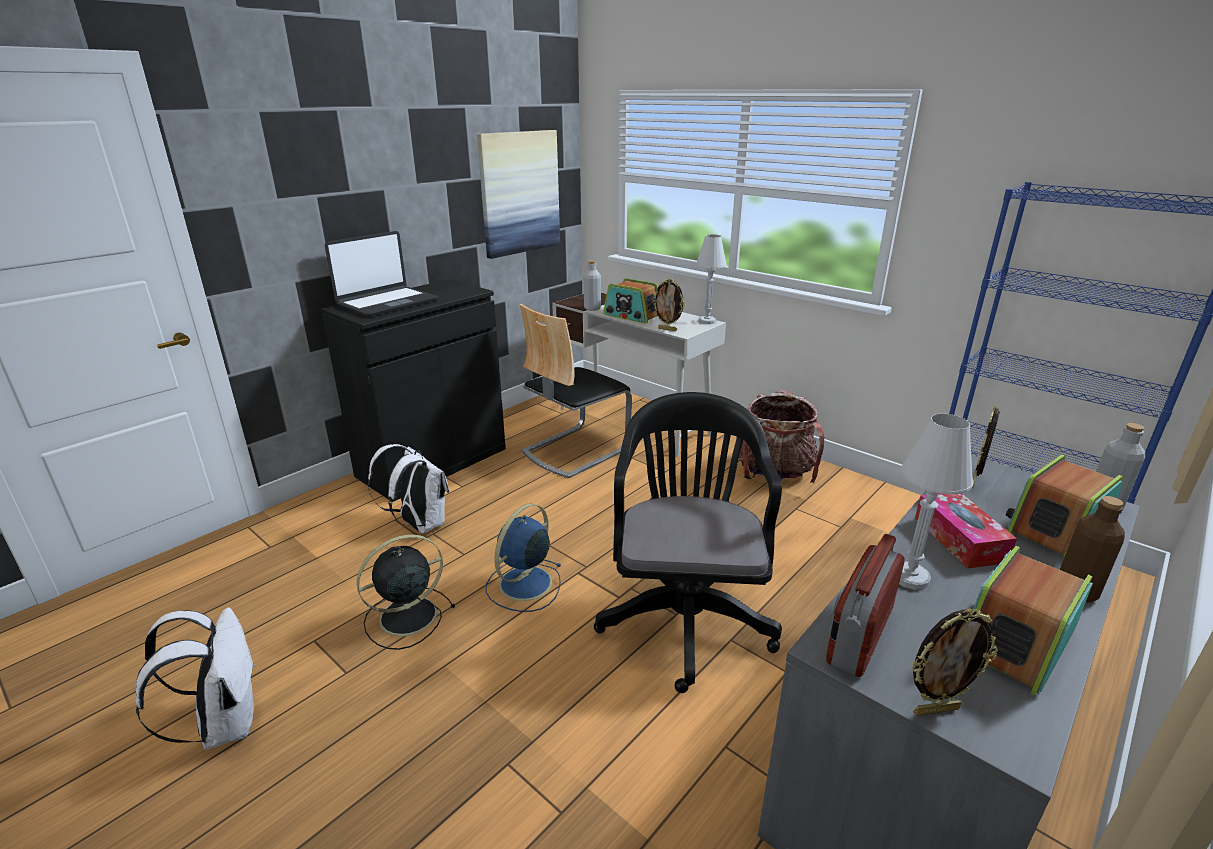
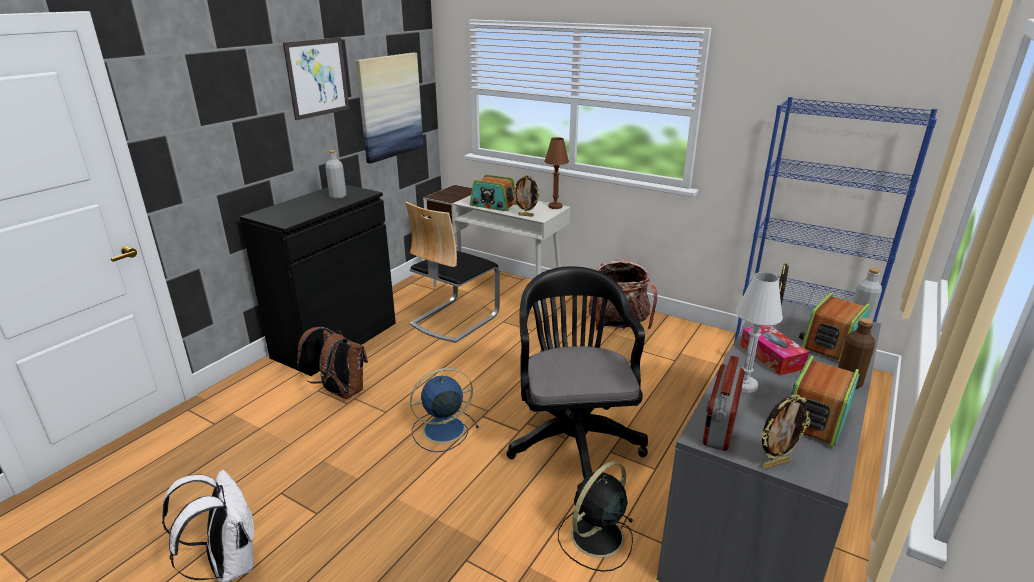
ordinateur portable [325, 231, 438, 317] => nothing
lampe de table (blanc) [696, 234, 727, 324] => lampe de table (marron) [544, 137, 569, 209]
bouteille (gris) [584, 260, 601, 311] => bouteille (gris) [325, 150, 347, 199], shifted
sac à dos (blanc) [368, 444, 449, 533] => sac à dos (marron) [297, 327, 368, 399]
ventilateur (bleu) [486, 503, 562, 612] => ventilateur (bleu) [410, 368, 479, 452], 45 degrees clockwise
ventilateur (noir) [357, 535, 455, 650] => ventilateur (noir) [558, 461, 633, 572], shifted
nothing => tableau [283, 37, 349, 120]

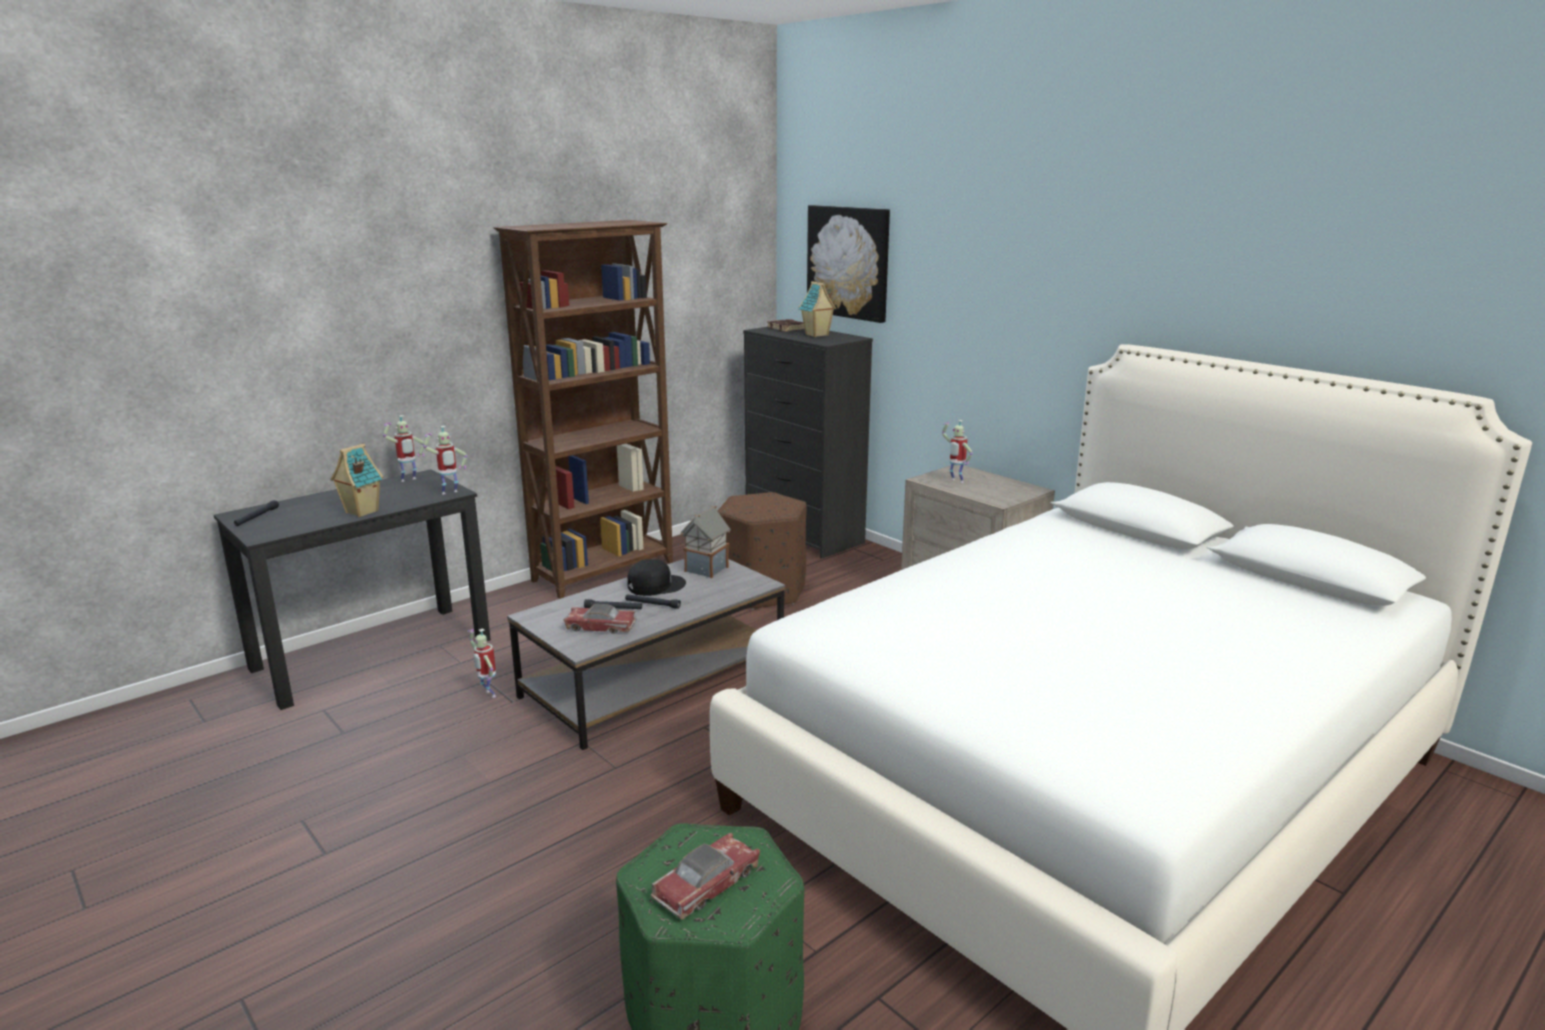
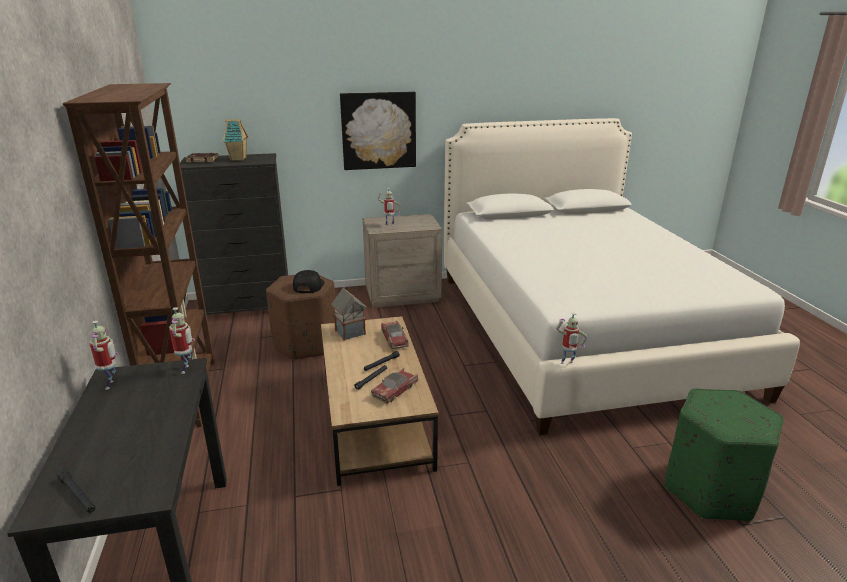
tableau [807, 205, 890, 323] => tableau [340, 91, 416, 170], shifted
maison miniature [330, 444, 383, 517] => nothing
table basse (gris) [507, 559, 785, 750] => table basse (marron) [321, 316, 439, 486]
casquette (noir) [627, 559, 686, 596] => casquette (noir) [293, 270, 325, 293], shifted
robot jouet [467, 628, 496, 698] => robot jouet [556, 313, 587, 364], shifted
petite voiture [651, 833, 760, 919] => petite voiture [381, 320, 409, 349], shifted

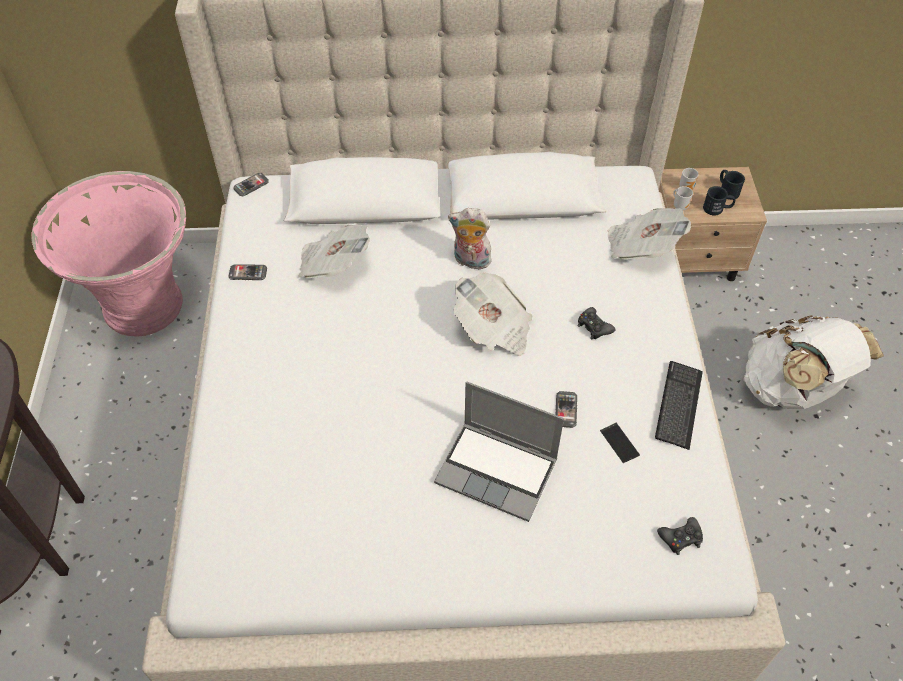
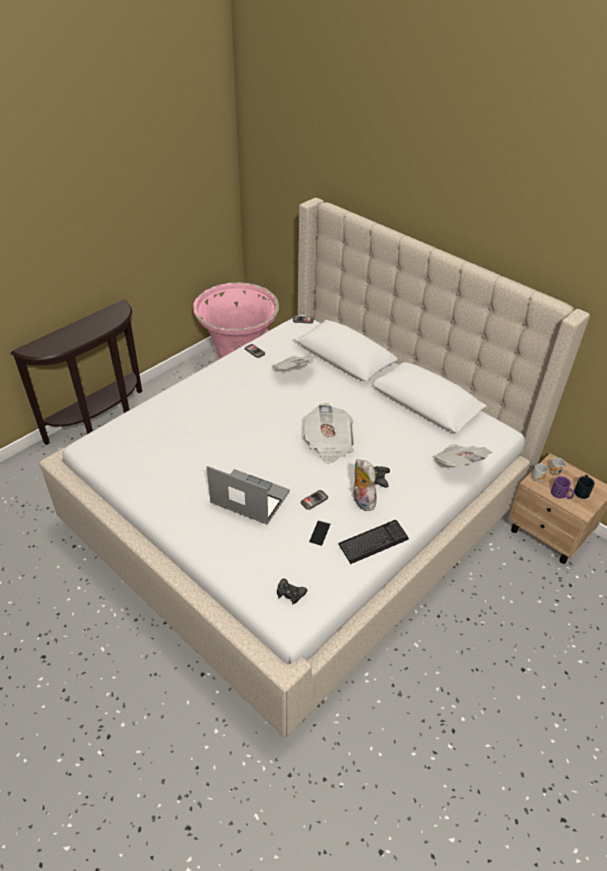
mug (noir) [703, 186, 735, 216] => mug (violet) [551, 476, 574, 499]
peluche [448, 208, 491, 269] => peluche [353, 459, 377, 511], shifted
sac à dos (blanc) [743, 315, 884, 409] => nothing
ordinateur portable [434, 382, 564, 522] => ordinateur portable [206, 466, 290, 525], 135 degrees clockwise

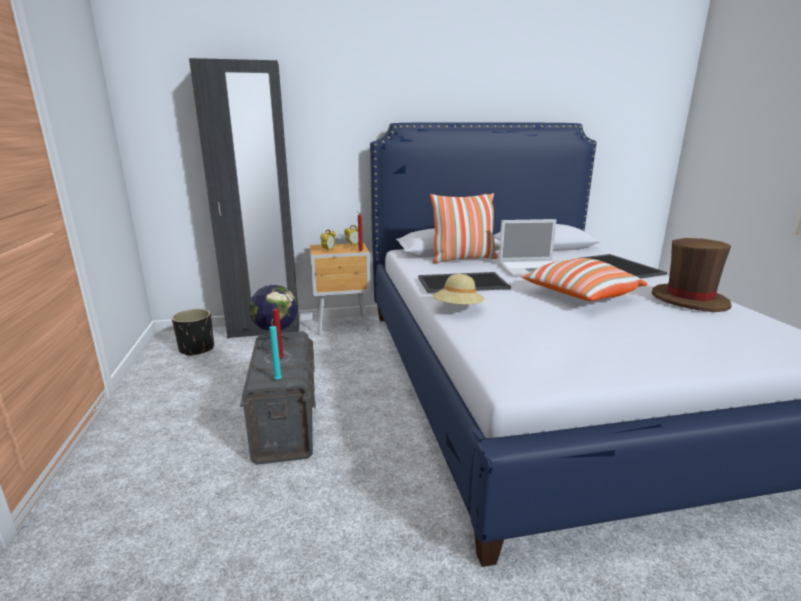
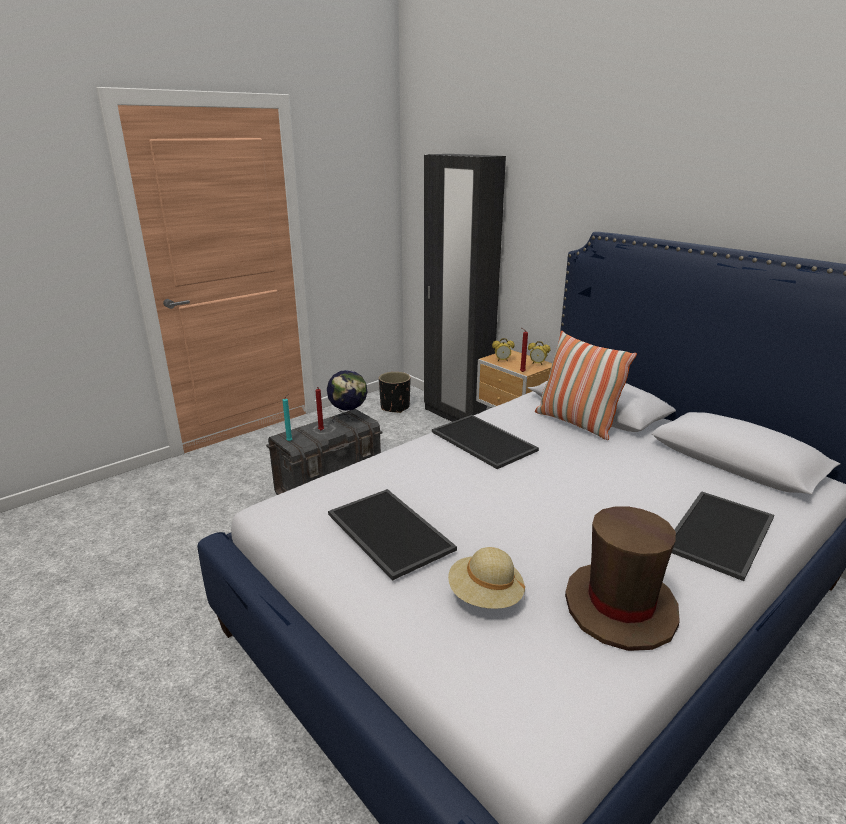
ordinateur portable [498, 219, 557, 277] => nothing
coussin [521, 258, 648, 301] => nothing
chapeau (beige) [433, 274, 484, 305] => chapeau (beige) [448, 547, 525, 609], shifted
nothing => plateau [328, 489, 457, 580]

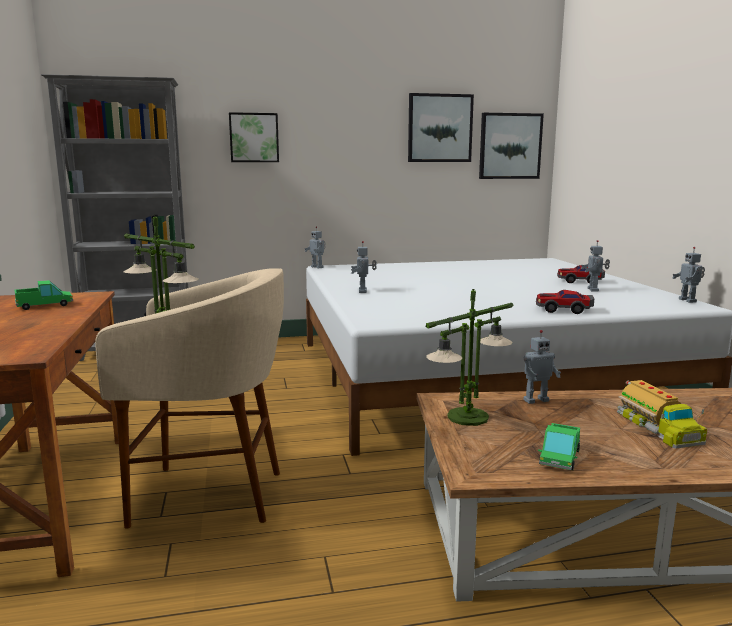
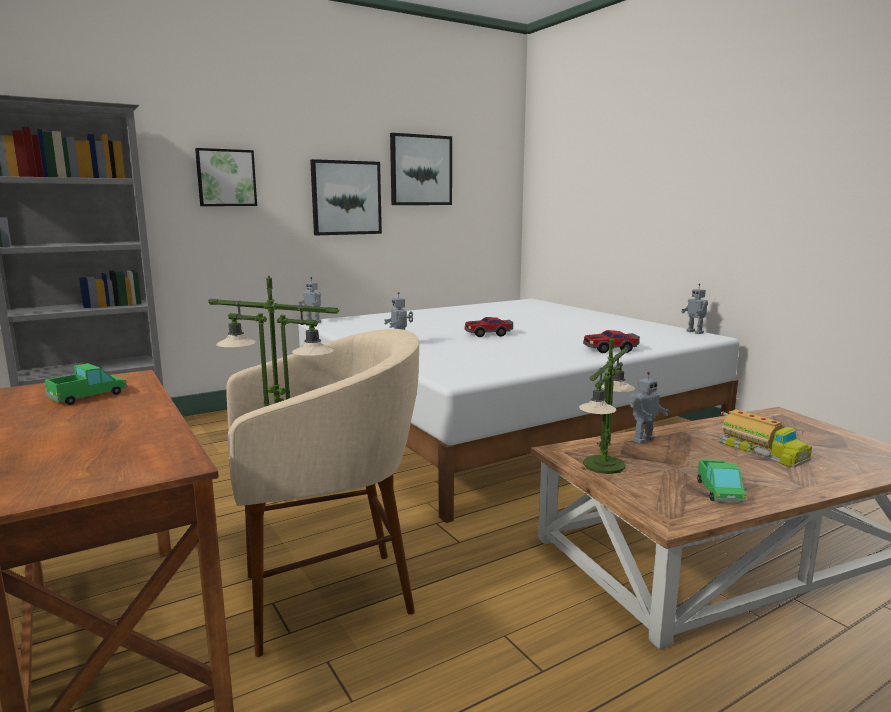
tableau [479, 113, 544, 179] => tableau [310, 159, 382, 235], shifted
robot jouet [581, 240, 610, 292] => nothing
petite voiture [557, 265, 605, 284] => petite voiture [465, 317, 513, 337], shifted

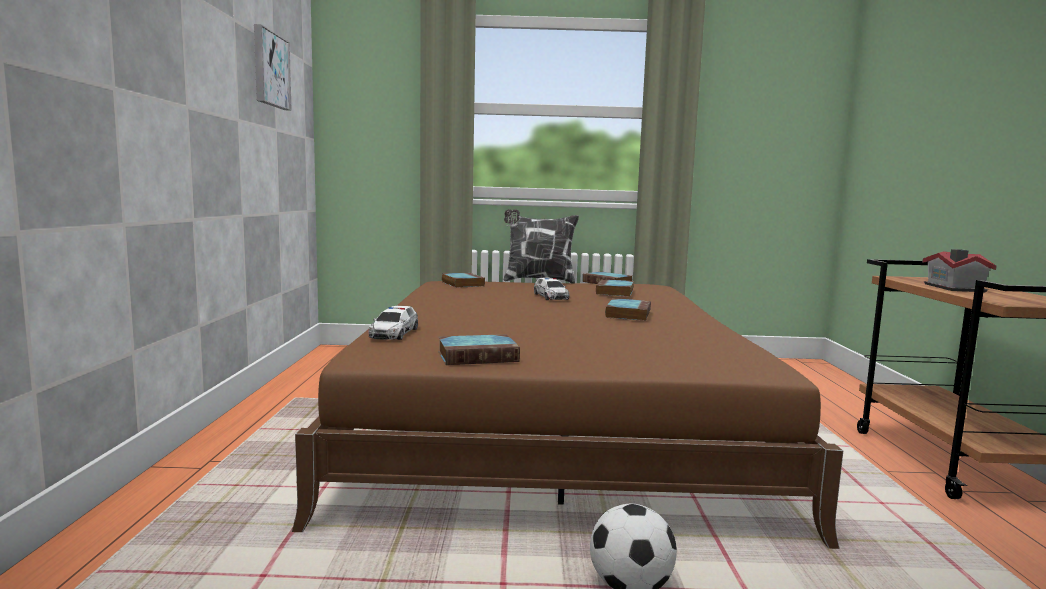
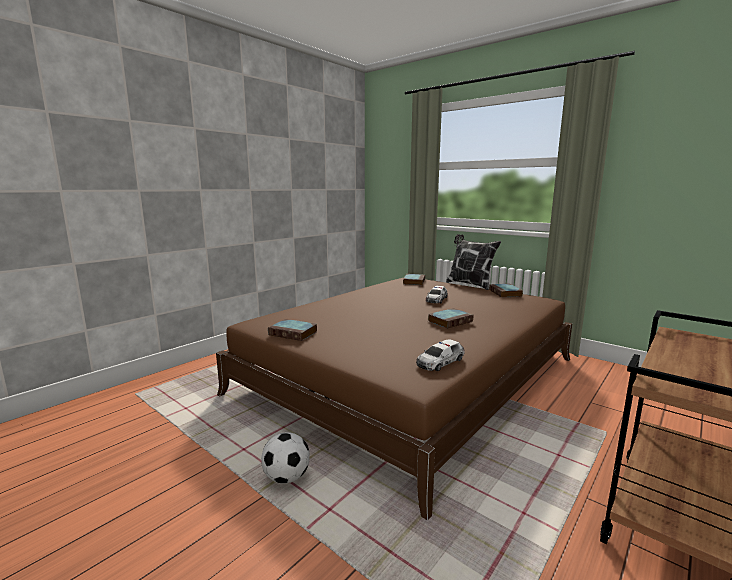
tableau [254, 24, 292, 111] => nothing
maison miniature [922, 249, 997, 292] => nothing
livre [596, 279, 634, 297] => nothing
petite voiture [368, 306, 418, 340] => petite voiture [416, 339, 464, 371], shifted

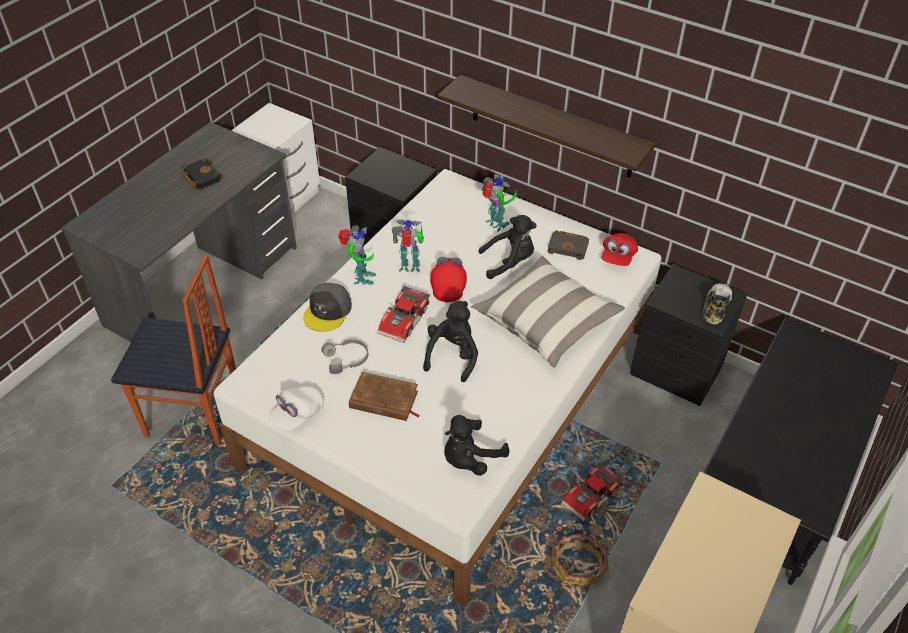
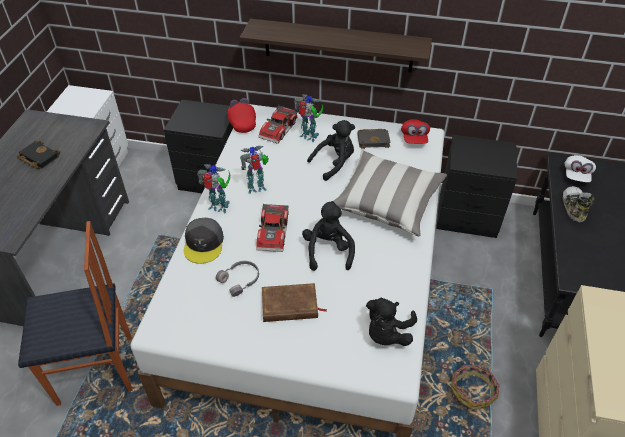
robot jouet [338, 225, 376, 285] => robot jouet [197, 164, 230, 213], 60 degrees counterclockwise
casquette (rouge) [430, 257, 467, 302] => casquette (rouge) [228, 98, 256, 133], shifted
chaussure [703, 283, 732, 324] => chaussure [562, 186, 595, 222], shifted
casquette (blanc) [269, 386, 324, 430] => casquette (blanc) [564, 155, 596, 182], shifted
petite voiture [561, 462, 623, 521] => petite voiture [258, 105, 297, 144], shifted

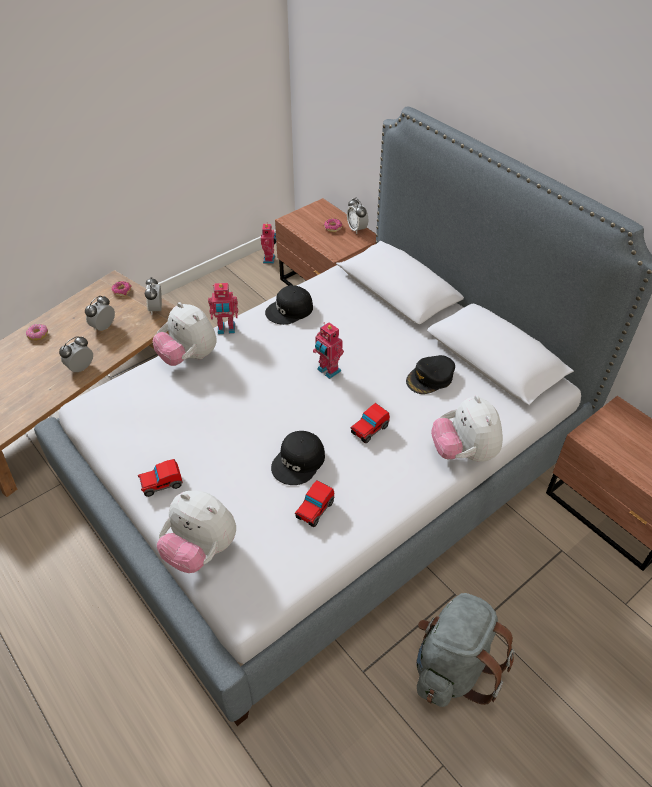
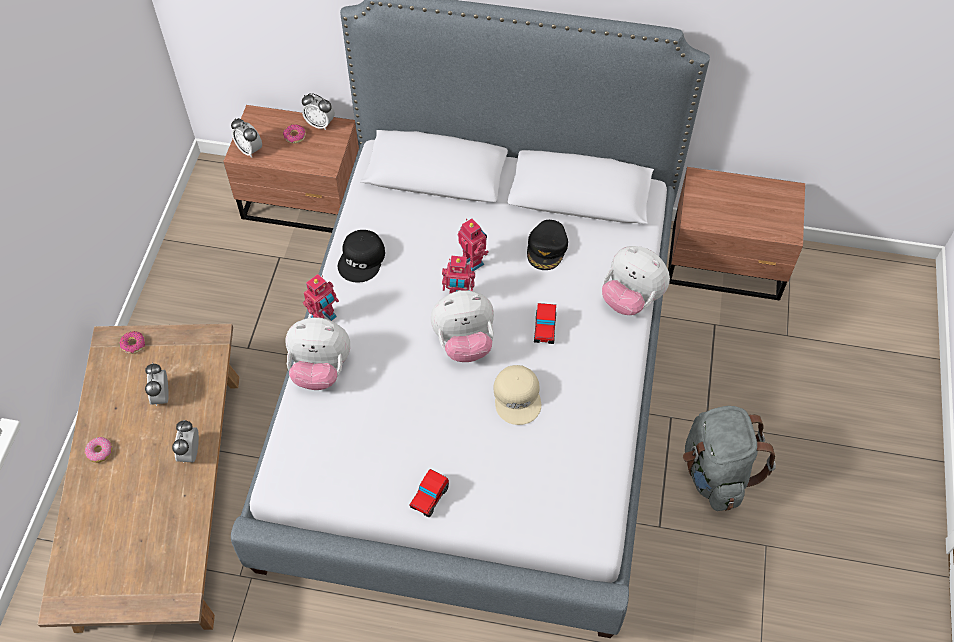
robot jouet [261, 222, 276, 264] => robot jouet [457, 218, 489, 271], shifted
réveil [145, 277, 162, 315] => réveil [231, 118, 262, 158], shifted
casquette (noir) [271, 431, 325, 485] => casquette (beige) [493, 365, 541, 425]
petite voiture [295, 480, 335, 527] => nothing
peluche [157, 491, 236, 573] => peluche [431, 290, 494, 362], shifted

